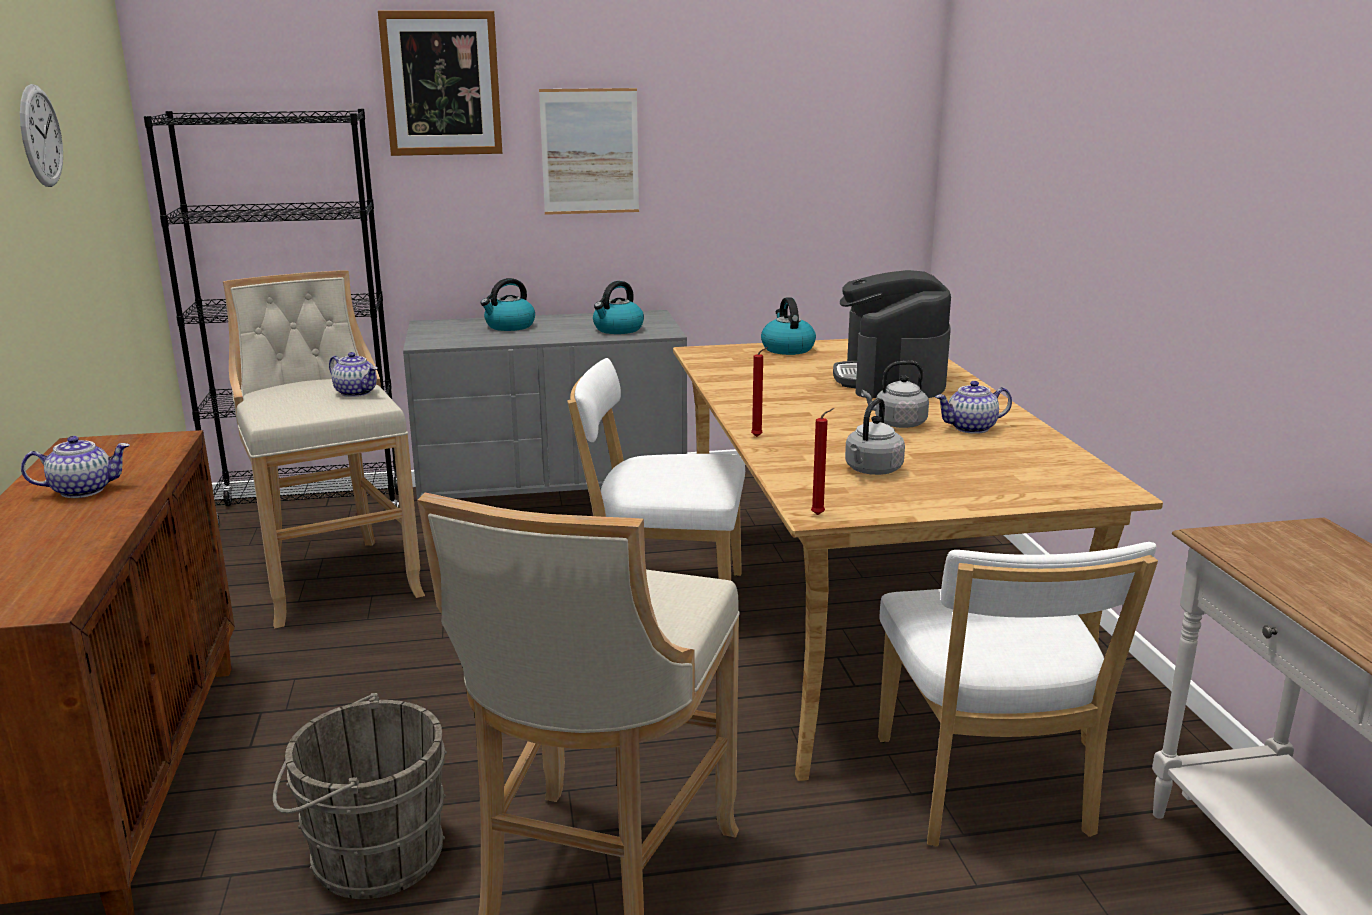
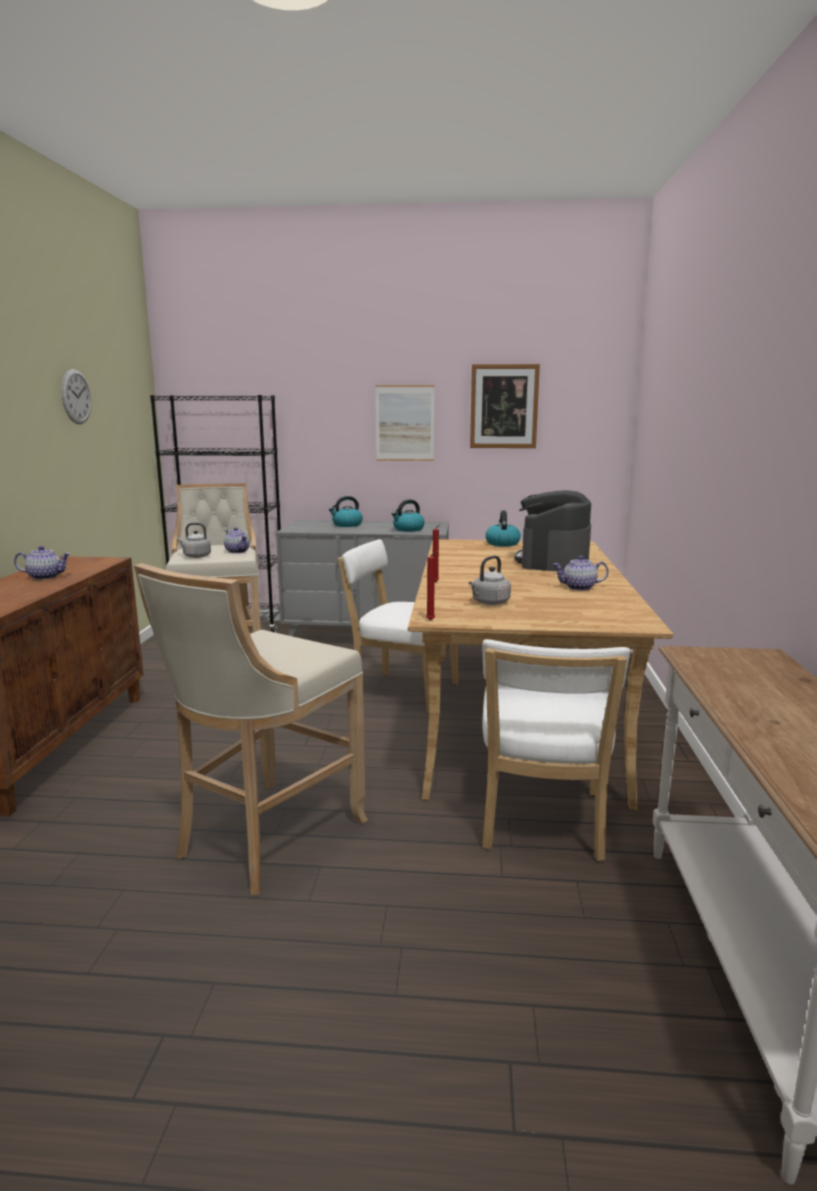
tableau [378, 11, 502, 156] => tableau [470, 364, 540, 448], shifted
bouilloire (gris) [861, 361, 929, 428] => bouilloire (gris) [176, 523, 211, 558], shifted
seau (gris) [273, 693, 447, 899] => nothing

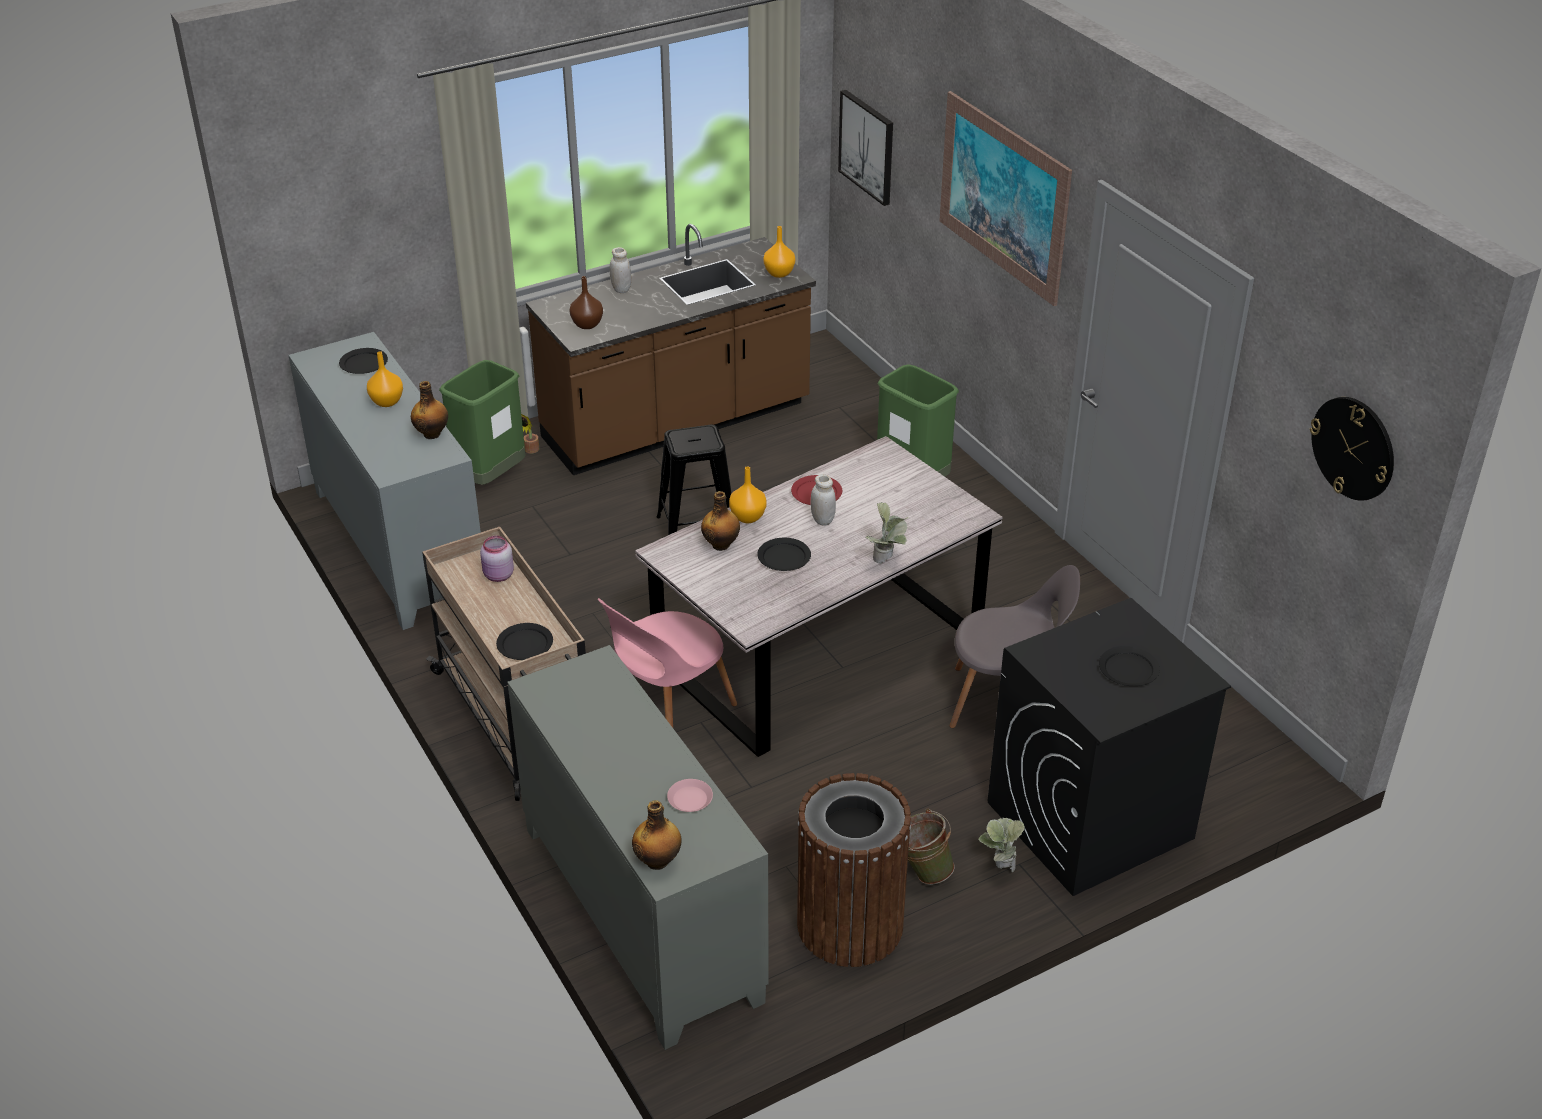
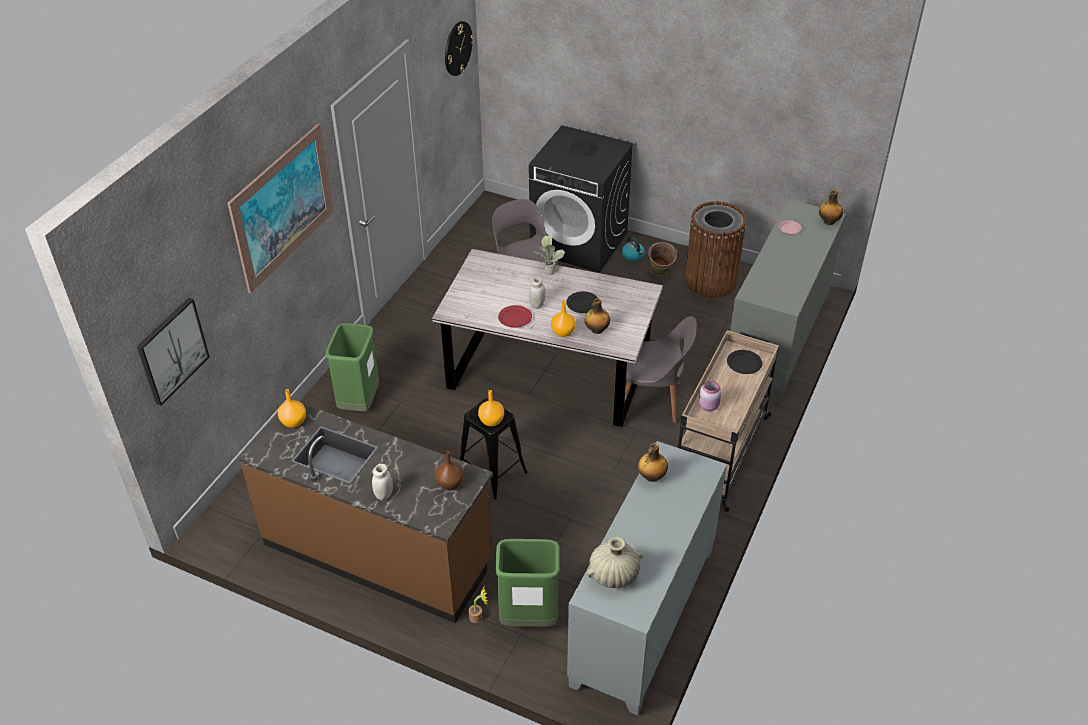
assiette (noir) [339, 348, 388, 374] => vase (beige) [587, 536, 643, 588]
vase (orange) [367, 351, 403, 407] => vase (orange) [478, 390, 504, 426], shifted
chaise (rose) [598, 598, 737, 728] => chaise (gris) [625, 316, 697, 423]
plante en pot [978, 817, 1025, 872] => bouilloire [622, 236, 645, 261]

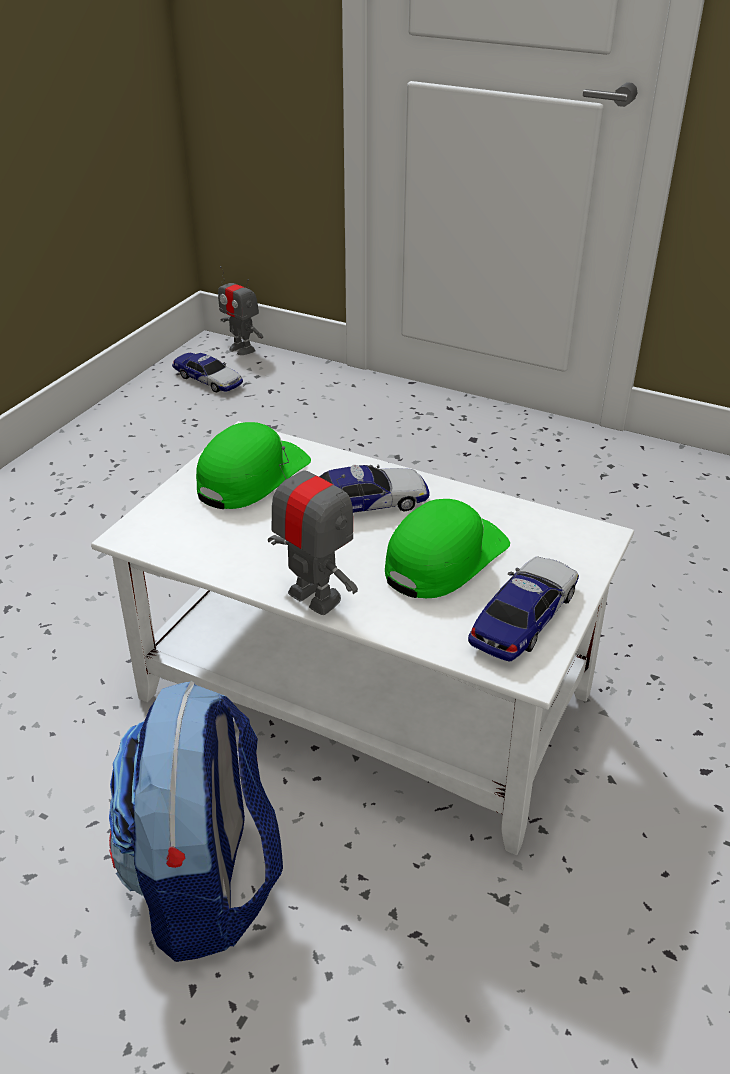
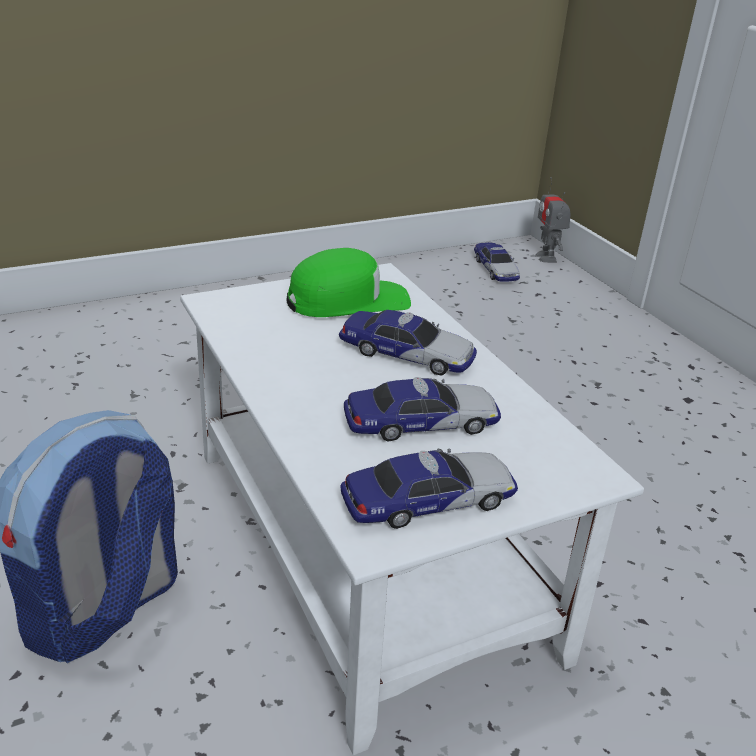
robot jouet [268, 446, 358, 615] => nothing
casquette (vert) [385, 499, 510, 598] => petite voiture [344, 377, 501, 442]

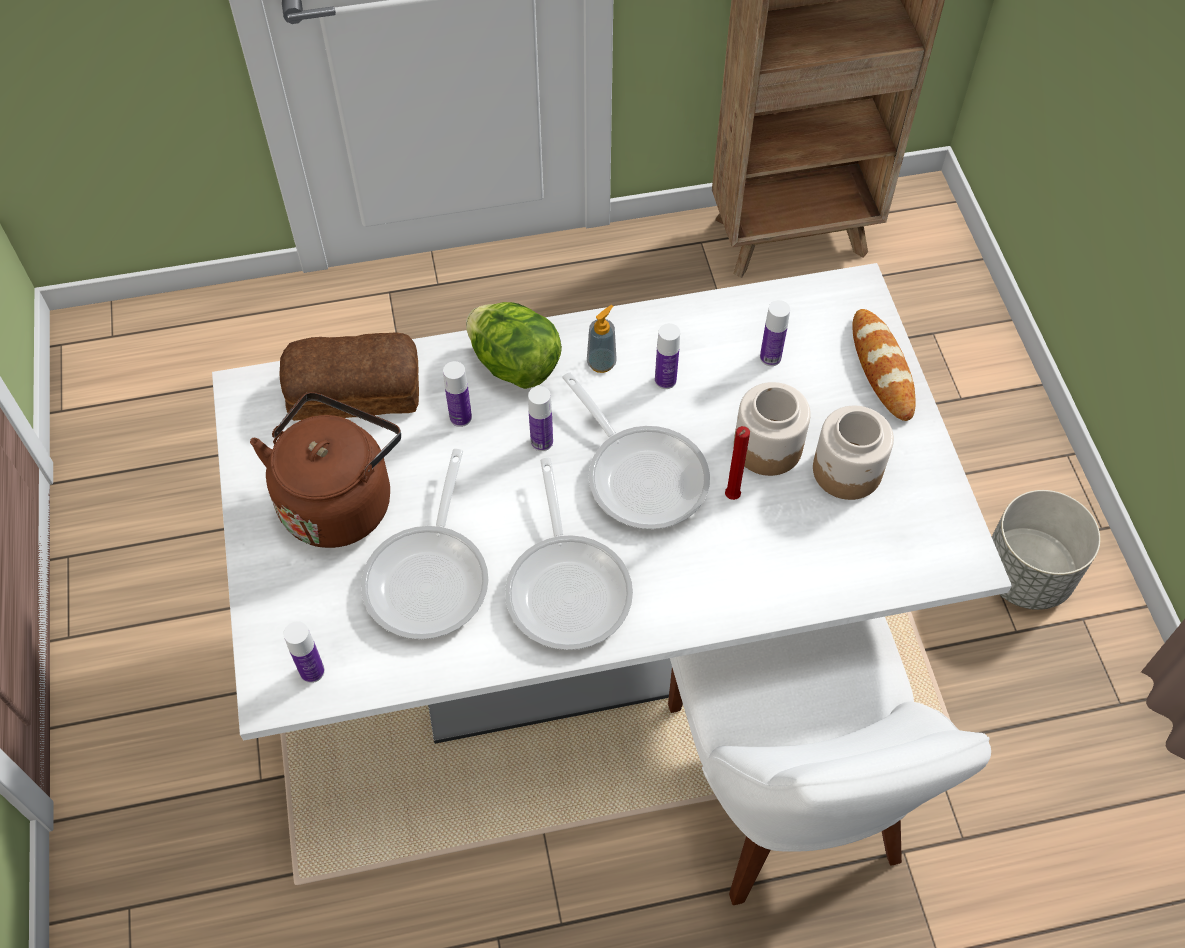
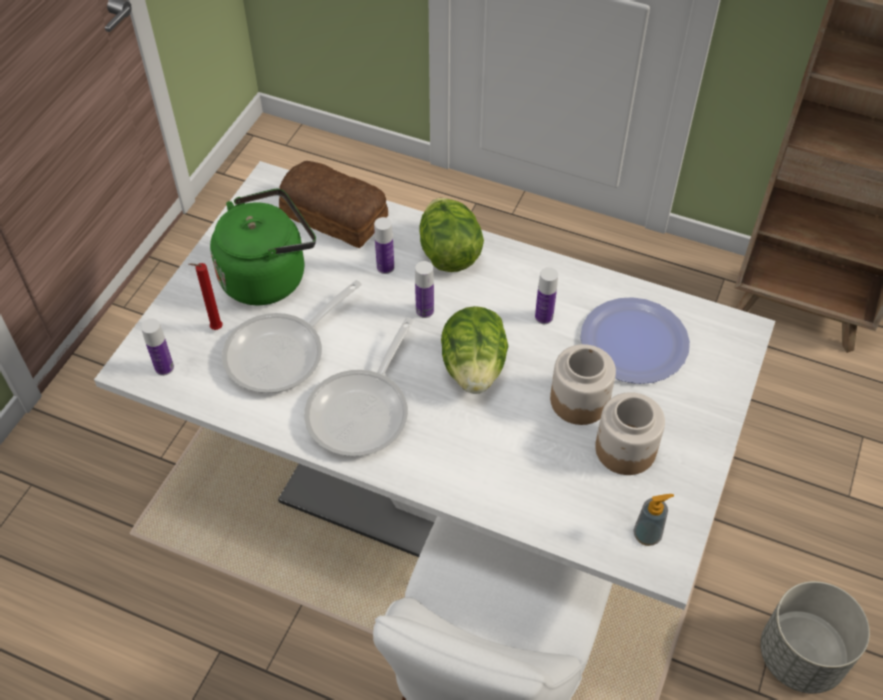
bouteille [760, 300, 790, 366] => assiette [580, 297, 690, 384]
distributeur de savon [587, 305, 617, 373] => distributeur de savon [633, 494, 674, 546], shifted
pain [852, 309, 916, 421] => nothing
poêle [562, 373, 710, 529] => laitue [441, 306, 508, 394]
bouilloire (marron) [250, 392, 401, 548] => bouilloire (vert) [210, 188, 316, 306]
bougie (rouge) [725, 426, 750, 500] => bougie (rouge) [188, 263, 223, 330], shifted

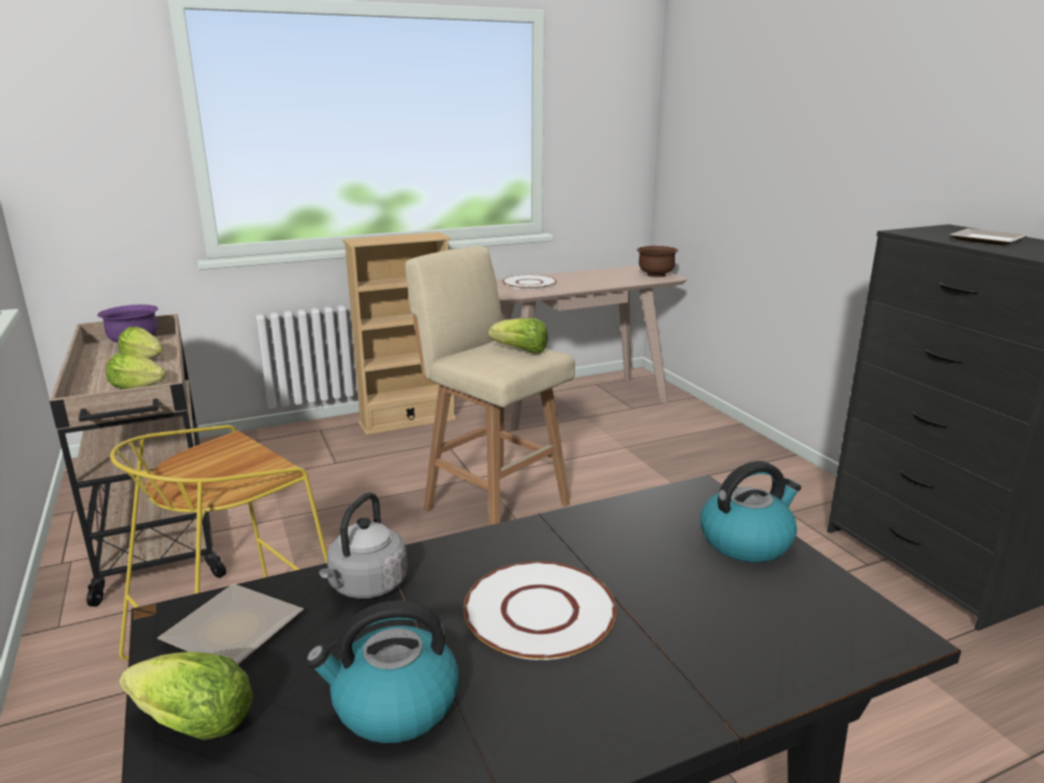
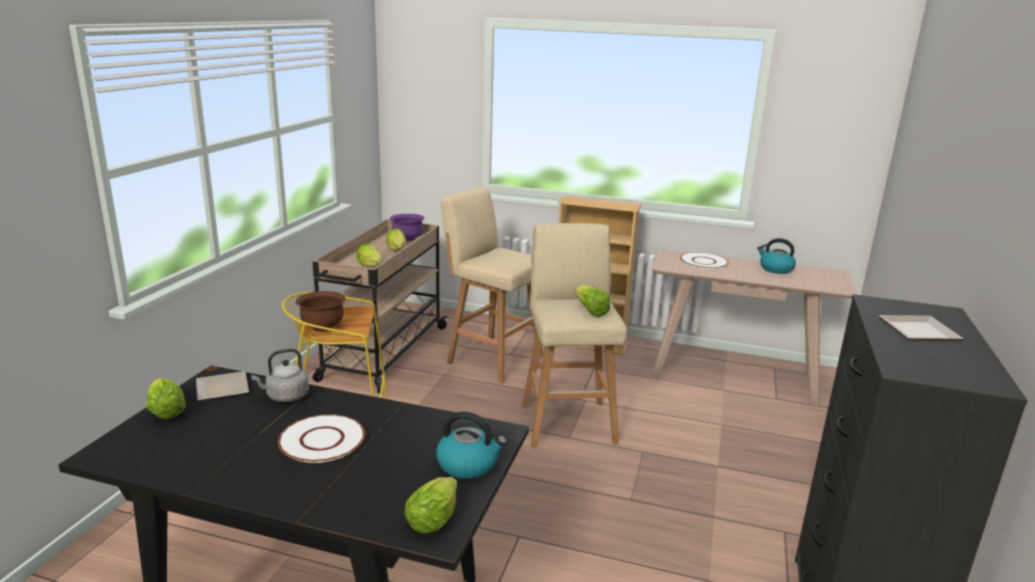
bol (marron) [637, 246, 678, 277] => bol (marron) [296, 291, 346, 332], shifted
bouilloire [306, 600, 459, 743] => bouilloire [757, 238, 796, 274], shifted
nothing => tabouret (beige) [441, 187, 543, 383]
nothing => laitue [405, 477, 457, 534]

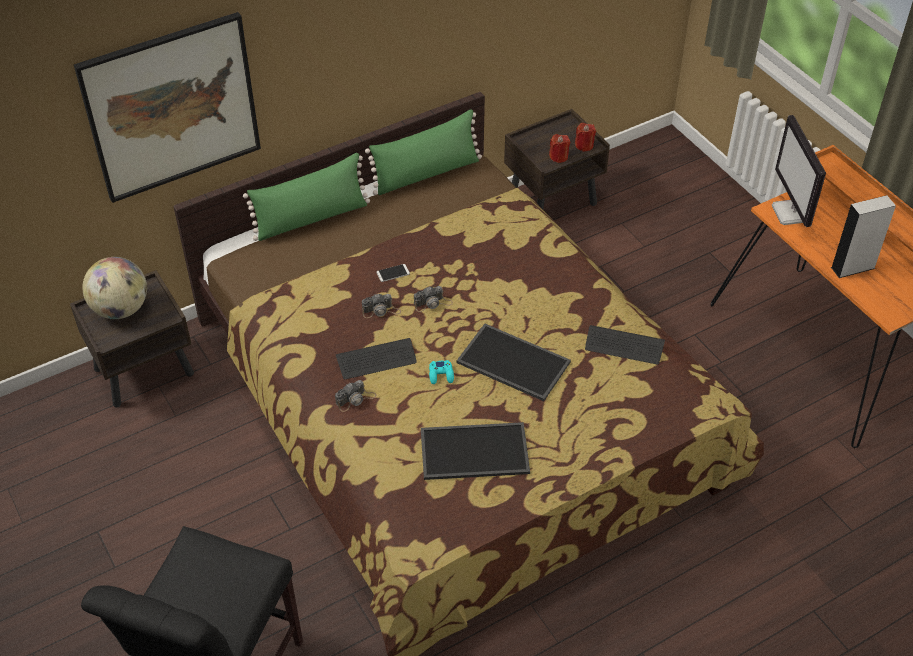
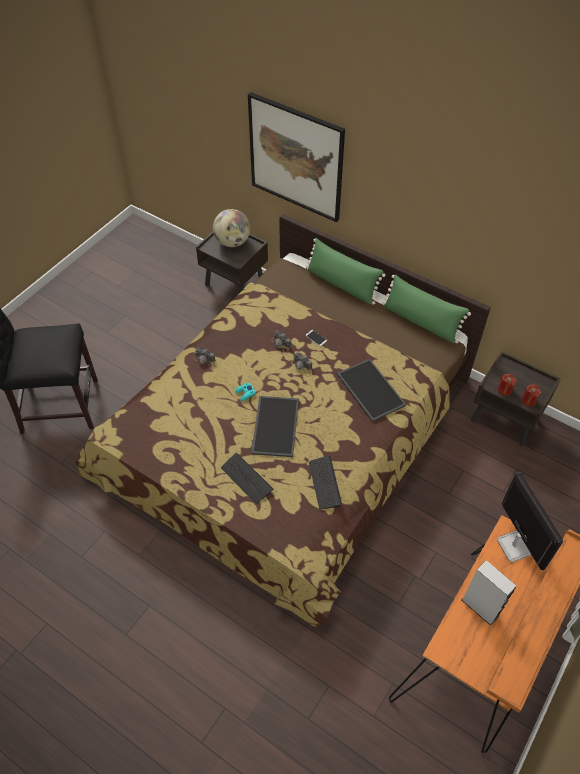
écran d'ordinateur [772, 115, 826, 227] => écran d'ordinateur [497, 472, 563, 570], 105 degrees clockwise
clavier [336, 338, 417, 379] => clavier [221, 453, 273, 504], shifted
plateau [421, 422, 530, 480] => plateau [337, 359, 406, 422], shifted

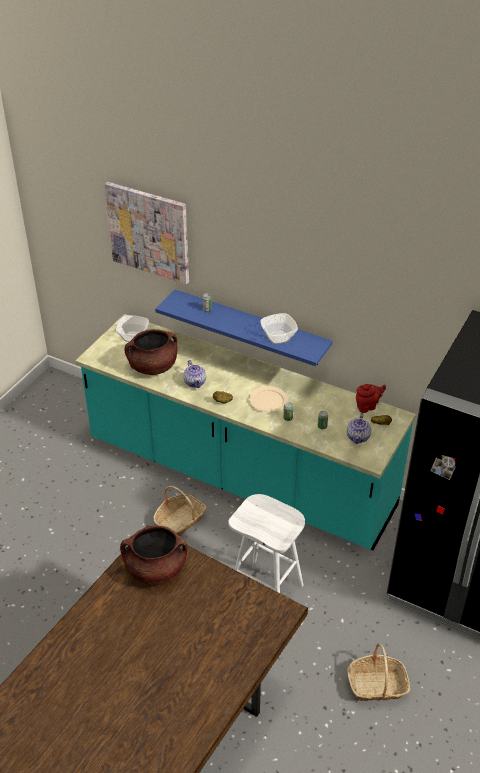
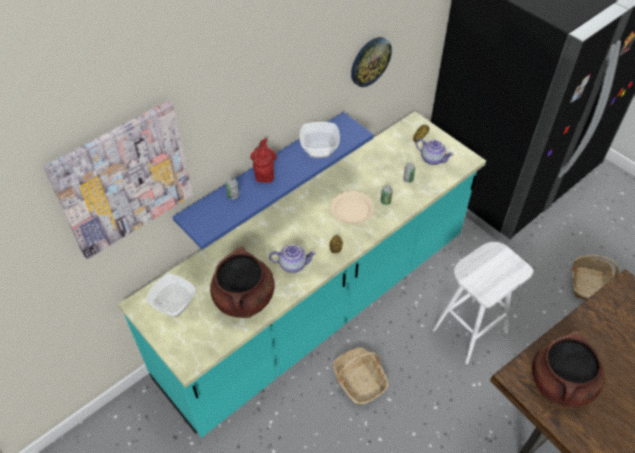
théière (rouge) [356, 384, 386, 413] => théière (rouge) [250, 138, 277, 183], shifted
nothing => horloge murale [351, 37, 392, 87]

